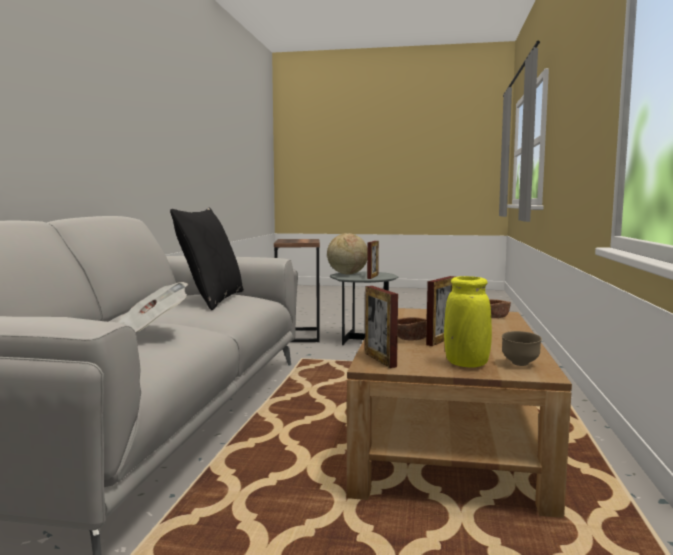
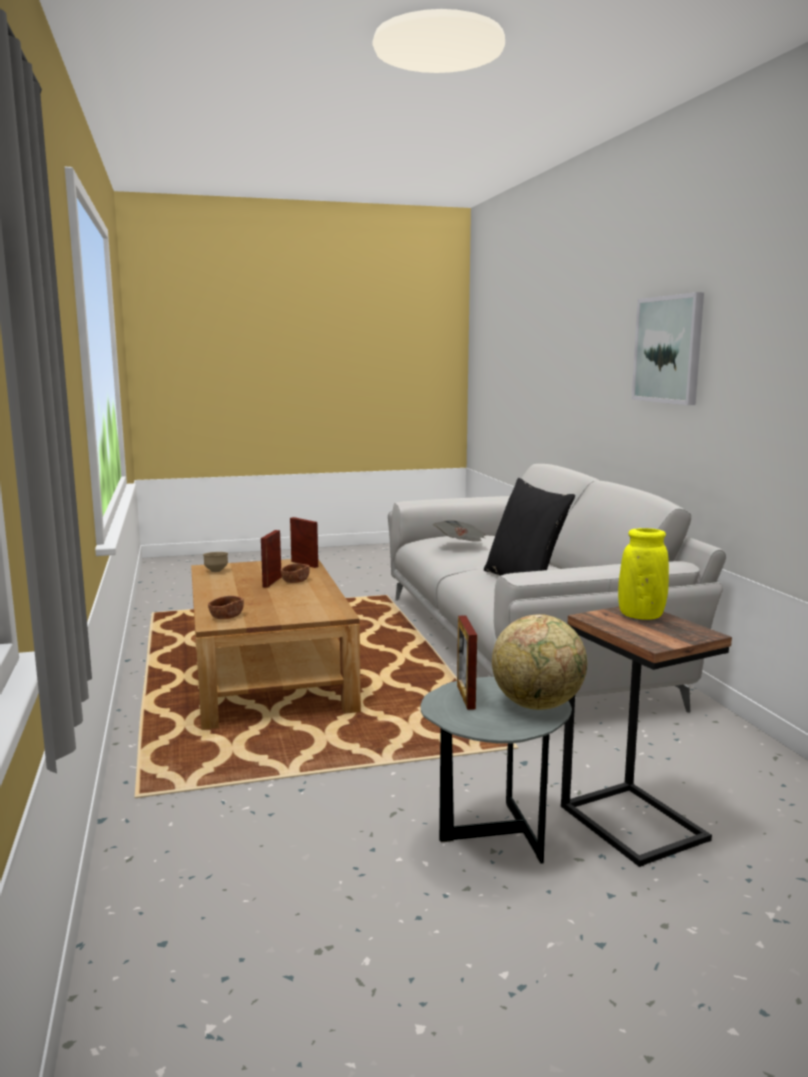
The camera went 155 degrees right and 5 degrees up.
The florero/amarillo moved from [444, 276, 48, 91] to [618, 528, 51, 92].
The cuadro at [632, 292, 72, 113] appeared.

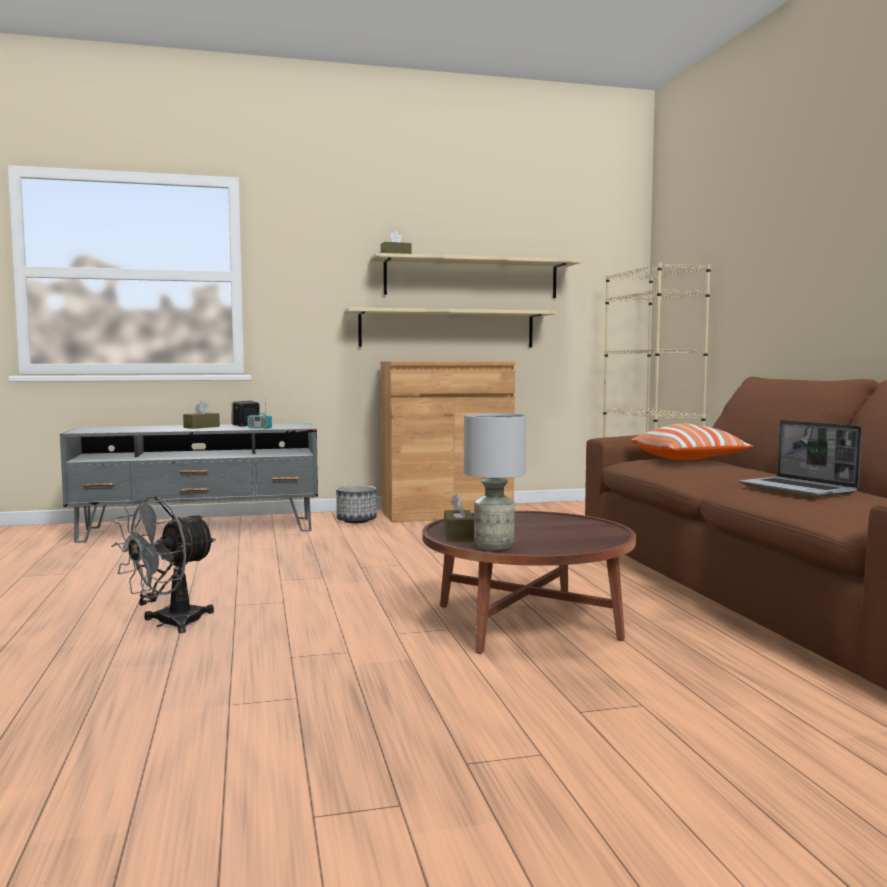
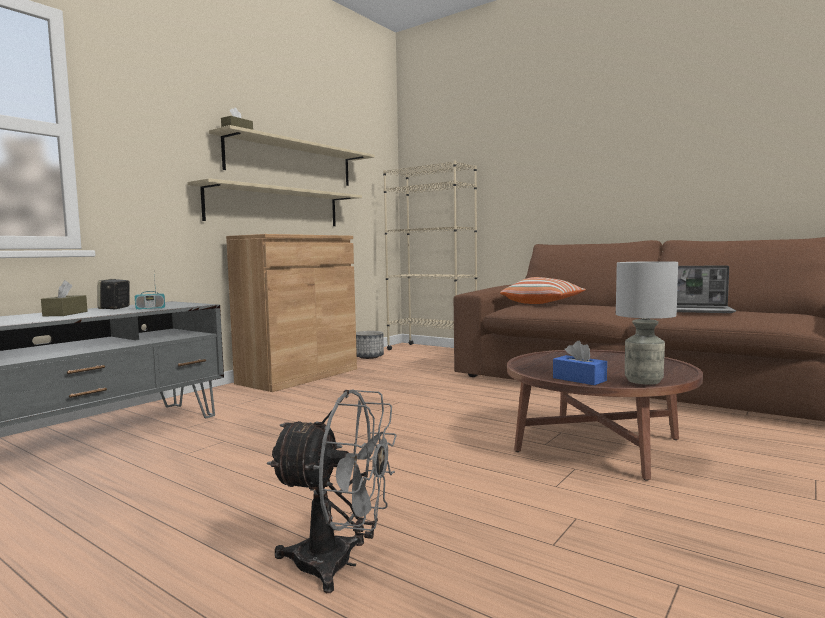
The camera went 40 degrees left and 0 degrees up.
The ventilador/gris at [111, 496, 105, 137] turned 75 degrees counterclockwise.
The maceta moved from [336, 485, 41, 38] to [356, 331, 28, 28].
The caja de pañuelos/marrón at [444, 494, 31, 48] became the caja de pañuelos/azul at [553, 341, 54, 44].

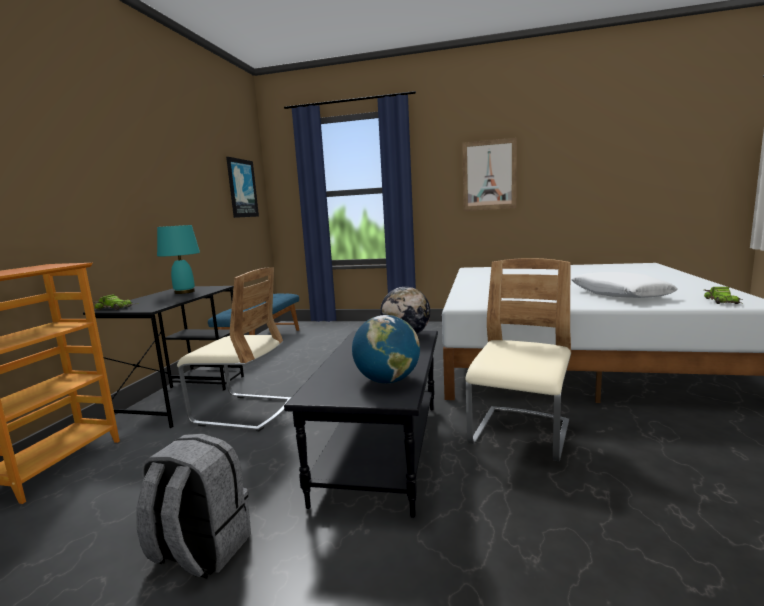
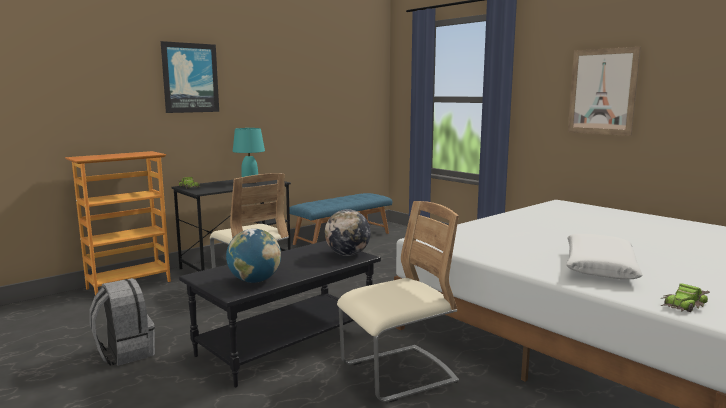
The camera went 35 degrees right and 0 degrees up.
The cuadro moved from [226, 157, 33, 61] to [161, 41, 58, 72].

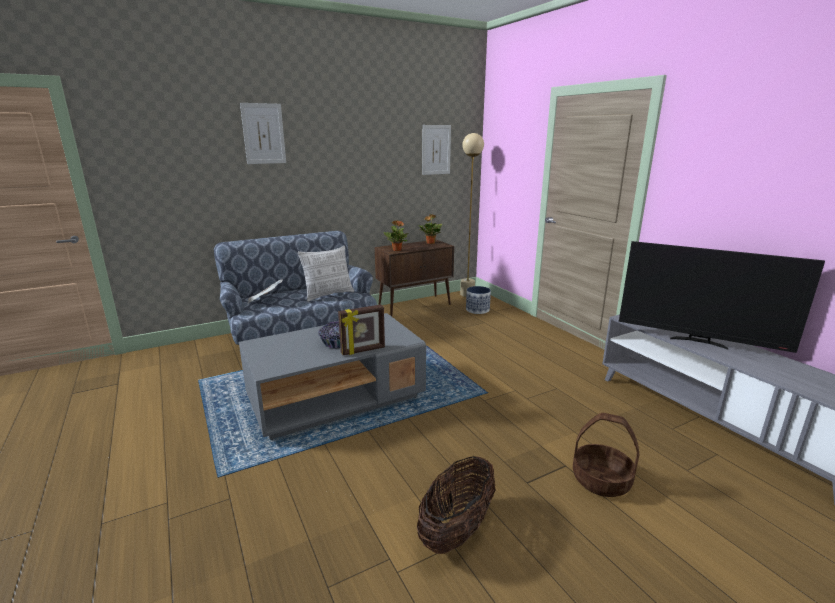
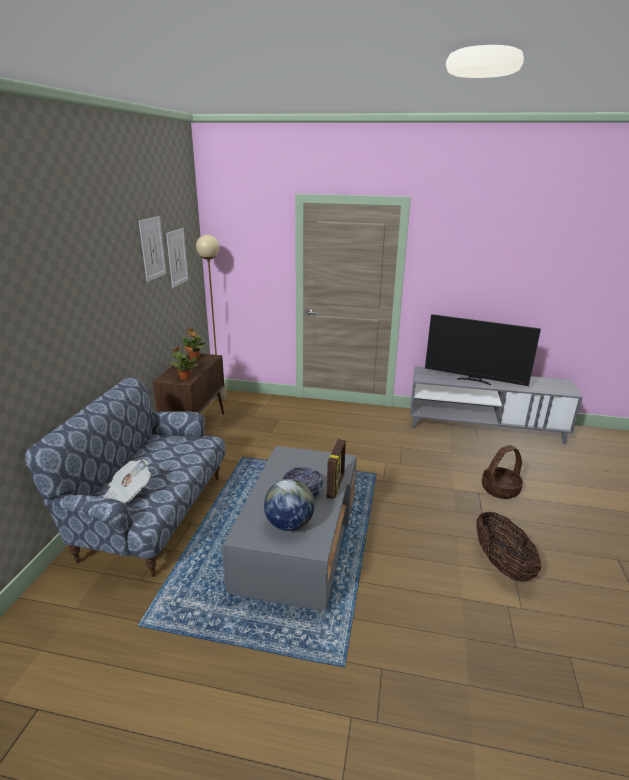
The camera went 50 degrees left and 5 degrees up.
The cuadro moved from [240, 103, 46, 61] to [139, 216, 27, 66].
The cojín at [298, 246, 56, 56] disappeared.
The maceta at [466, 286, 25, 28] disappeared.
The televisor at [619, 241, 206, 112] turned 45 degrees clockwise.
The globo terráqueo at [264, 479, 51, 52] appeared.

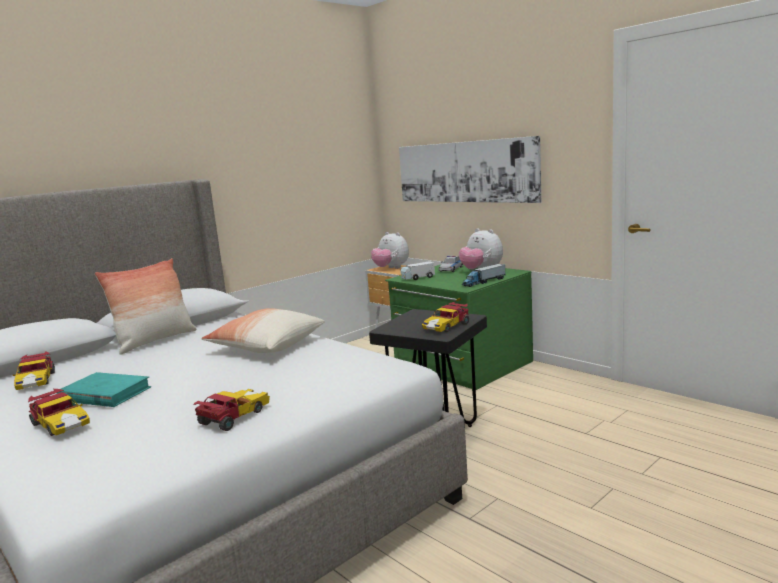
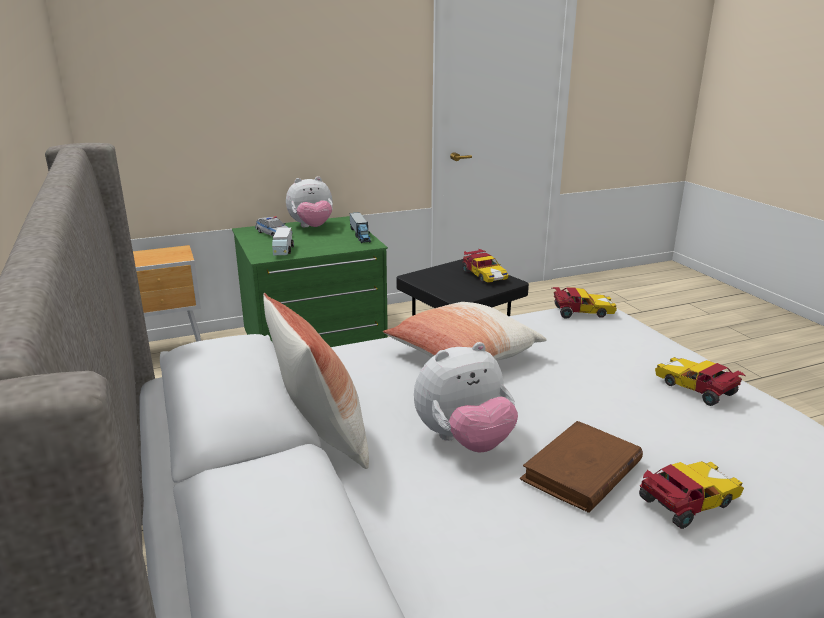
The camera went 70 degrees left and 10 degrees up.
The coche de juguete moved from [13, 351, 42, 39] to [552, 287, 65, 32].
The libro/turquesa at [57, 372, 94, 35] became the libro/marrón at [520, 421, 123, 92].
The peluche moved from [371, 232, 38, 37] to [414, 342, 104, 111].
The cuadro at [399, 136, 142, 67] disappeared.

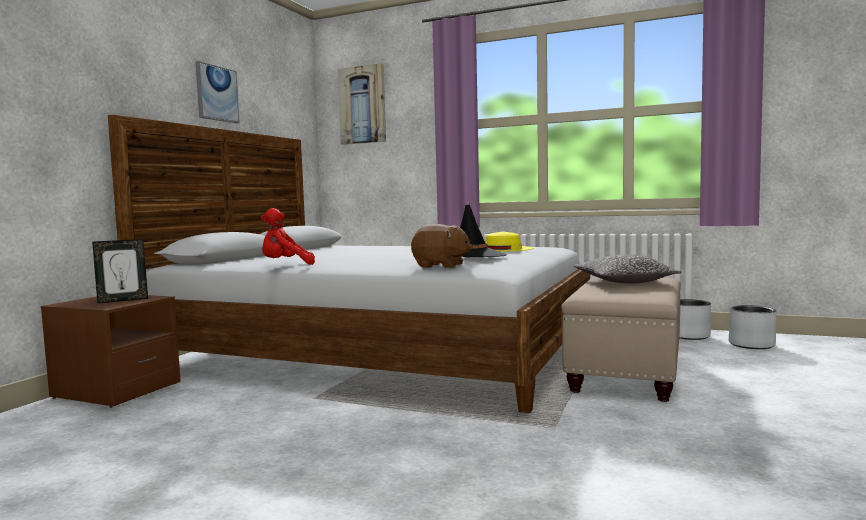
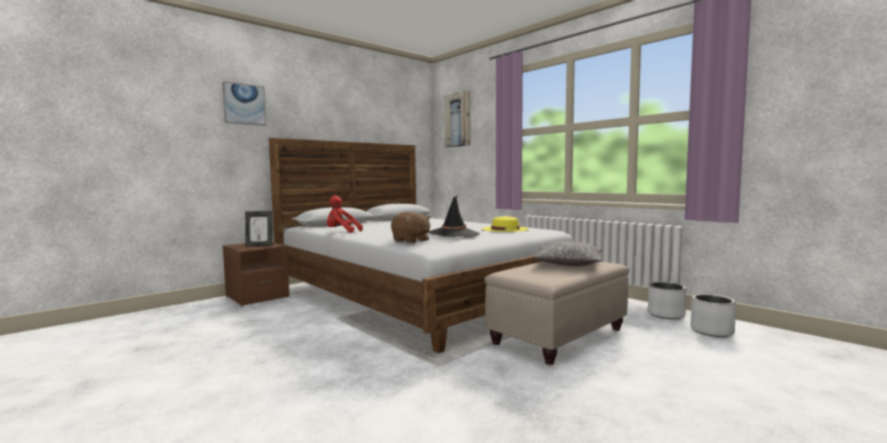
The camera went 25 degrees right and 0 degrees up.
The cuadro moved from [195, 61, 45, 62] to [222, 81, 44, 45].

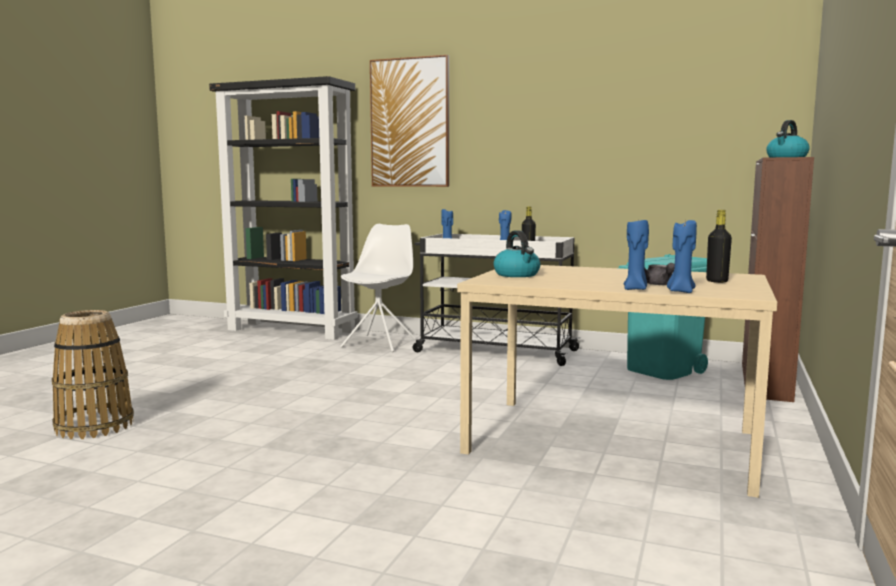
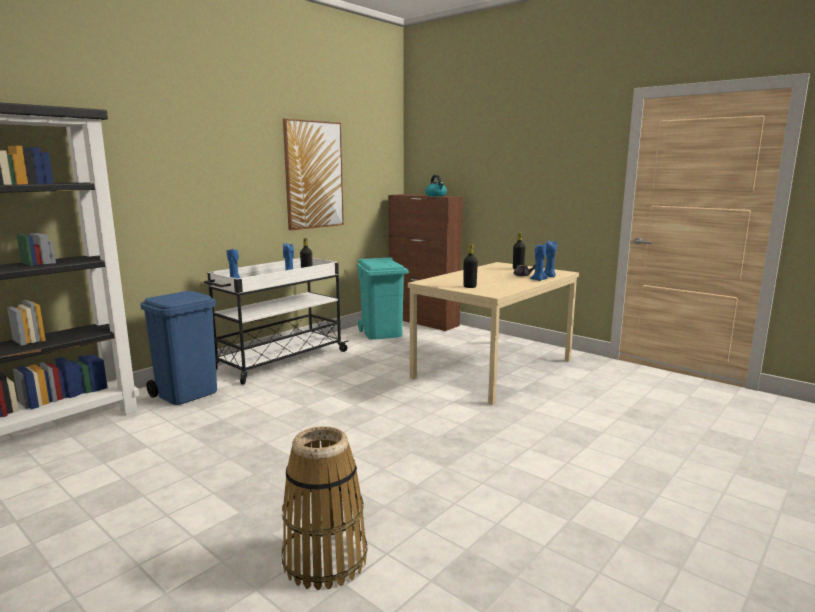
The camera went 70 degrees left and 5 degrees up.
The silla/blanco at [340, 224, 76, 128] was replaced by the papelera/azul at [140, 291, 77, 114].
The cuadro moved from [370, 55, 79, 132] to [283, 118, 61, 112].
The hervidor at [493, 230, 47, 47] was replaced by the botella/negro at [463, 244, 15, 44].

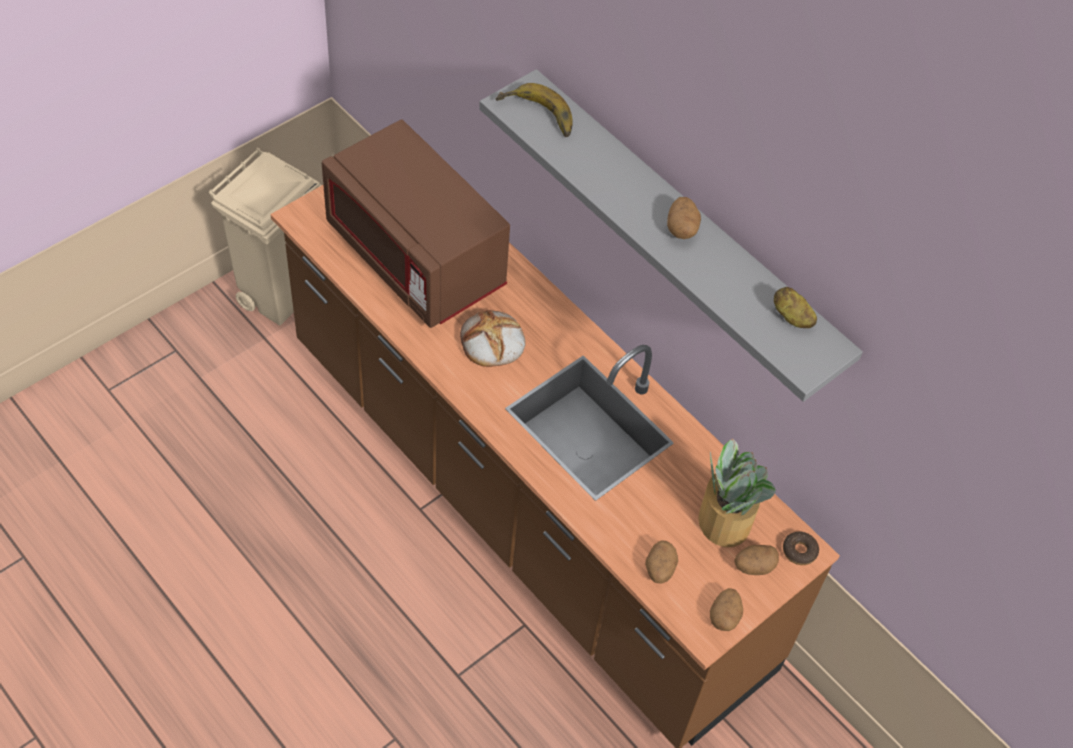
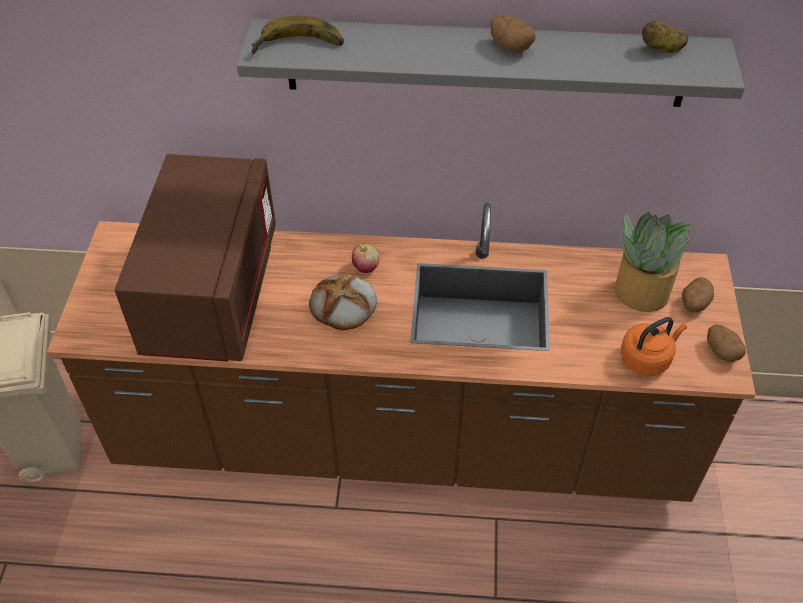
The camera went 40 degrees left and 5 degrees down.
The microondas/marrón at [322, 119, 188, 209] turned 90 degrees counterclockwise.
The patata at [645, 540, 33, 44] was replaced by the hervidor/naranja at [620, 317, 67, 59].
The rosquilla at [783, 531, 36, 34] disappeared.
The manzana at [352, 243, 28, 30] appeared.

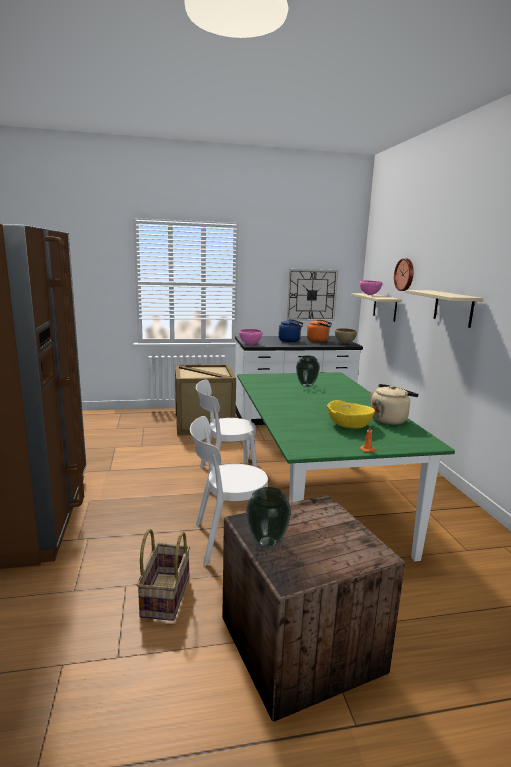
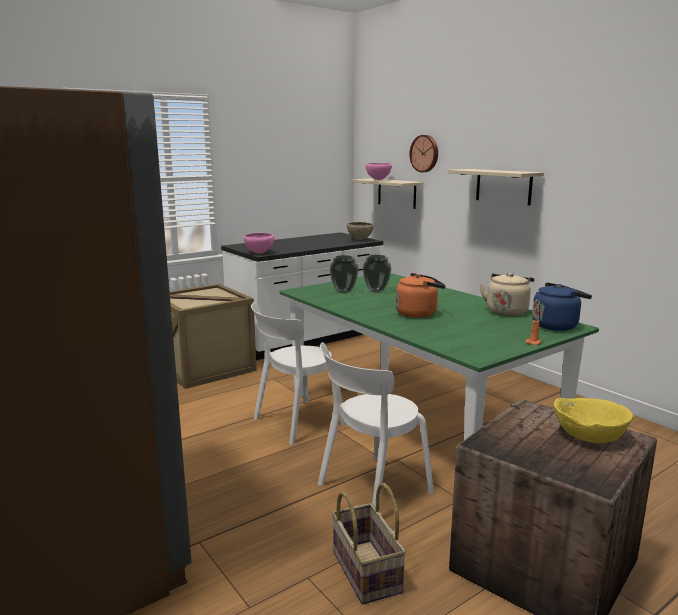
The camera went 25 degrees left and 0 degrees up.
The florero moved from [246, 487, 45, 61] to [330, 255, 29, 39].
The hervidor/azul moved from [278, 319, 25, 23] to [532, 282, 60, 49].
The reloj de pared at [286, 269, 52, 52] disappeared.
The hervidor/naranja moved from [307, 319, 25, 23] to [395, 273, 51, 45].
The cuenco/amarillo moved from [327, 400, 48, 29] to [554, 398, 79, 45].

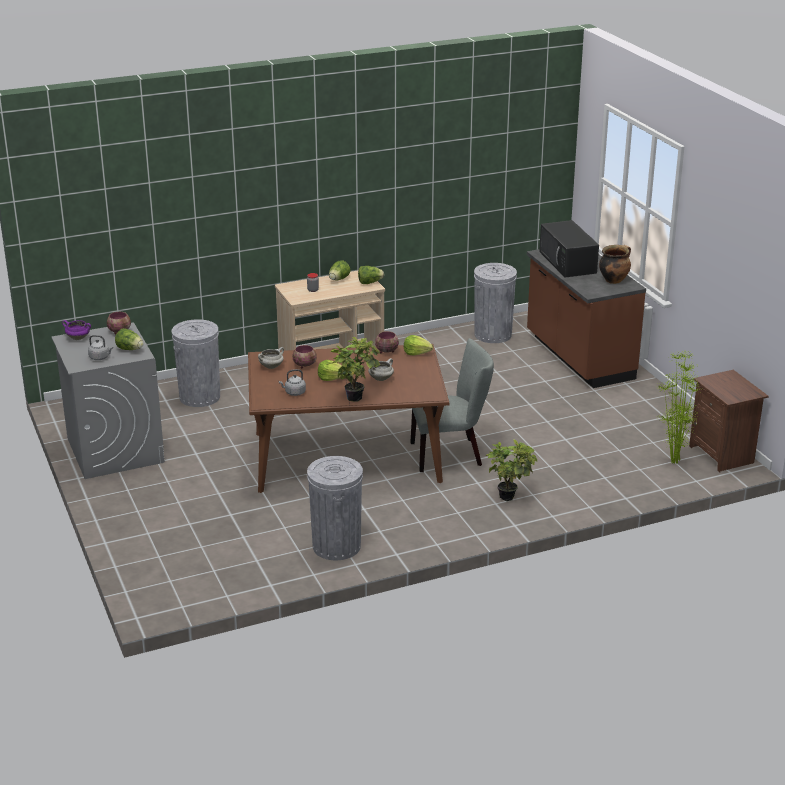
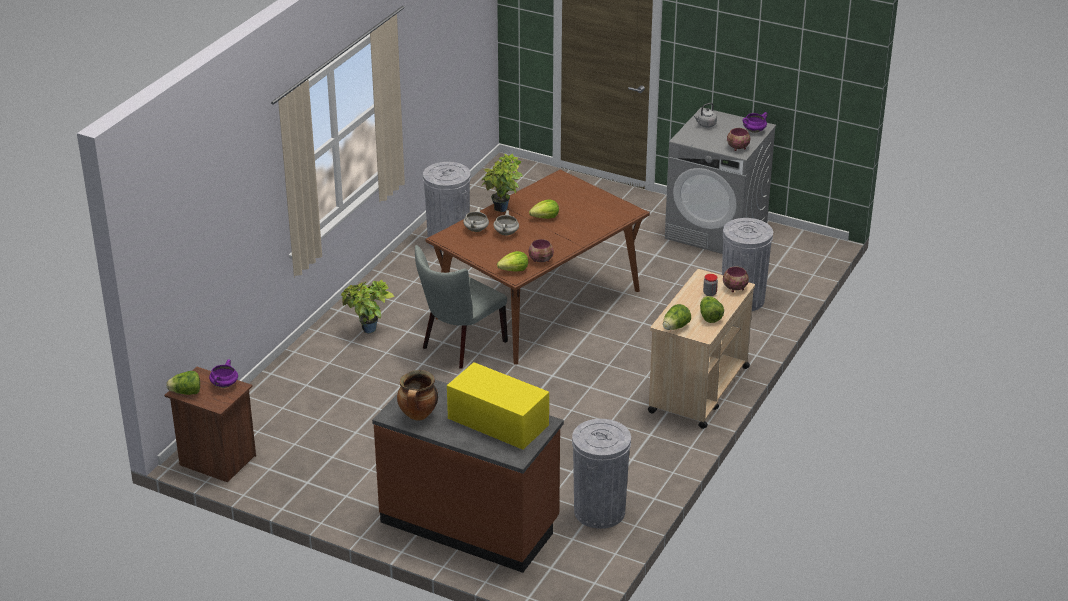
The camera went 140 degrees right and 5 degrees up.
The lechuga moved from [115, 328, 28, 22] to [166, 371, 34, 24].
The olla/blanco moved from [258, 347, 26, 22] to [463, 207, 26, 25].
The hervidor/gris at [279, 369, 27, 27] disappeared.
The cuenco moved from [293, 345, 24, 23] to [723, 267, 26, 25].
The microondas/negro at [539, 220, 60, 58] became the microondas/amarillo at [447, 362, 102, 88].
The planta en maceta at [657, 351, 43, 113] disappeared.
The olla/morado at [209, 359, 29, 29] appeared.

